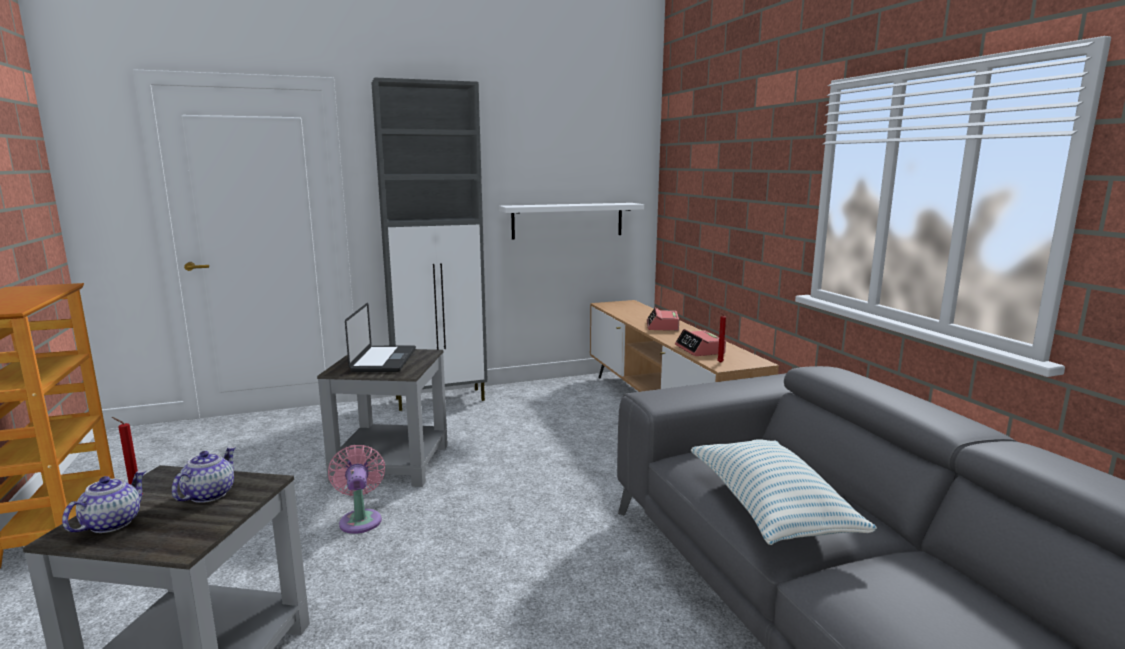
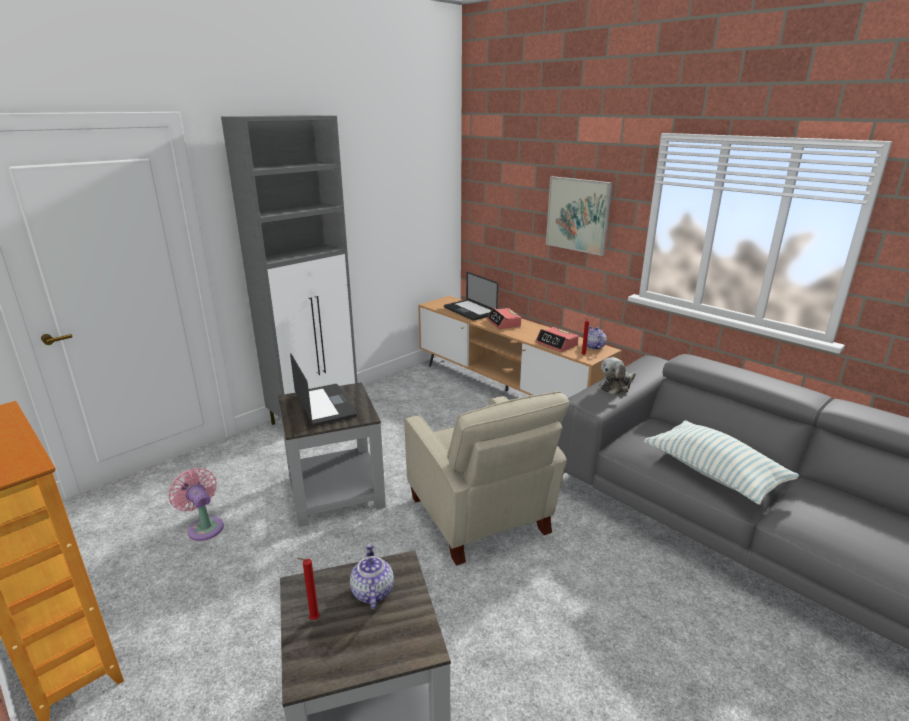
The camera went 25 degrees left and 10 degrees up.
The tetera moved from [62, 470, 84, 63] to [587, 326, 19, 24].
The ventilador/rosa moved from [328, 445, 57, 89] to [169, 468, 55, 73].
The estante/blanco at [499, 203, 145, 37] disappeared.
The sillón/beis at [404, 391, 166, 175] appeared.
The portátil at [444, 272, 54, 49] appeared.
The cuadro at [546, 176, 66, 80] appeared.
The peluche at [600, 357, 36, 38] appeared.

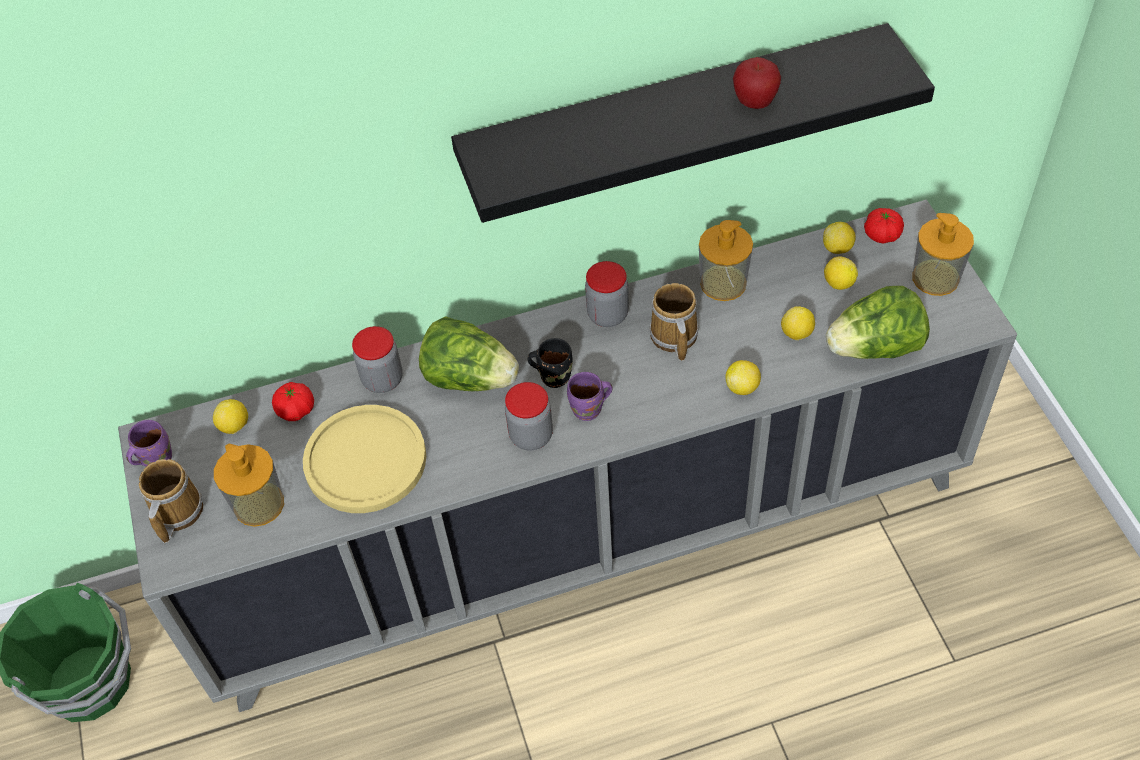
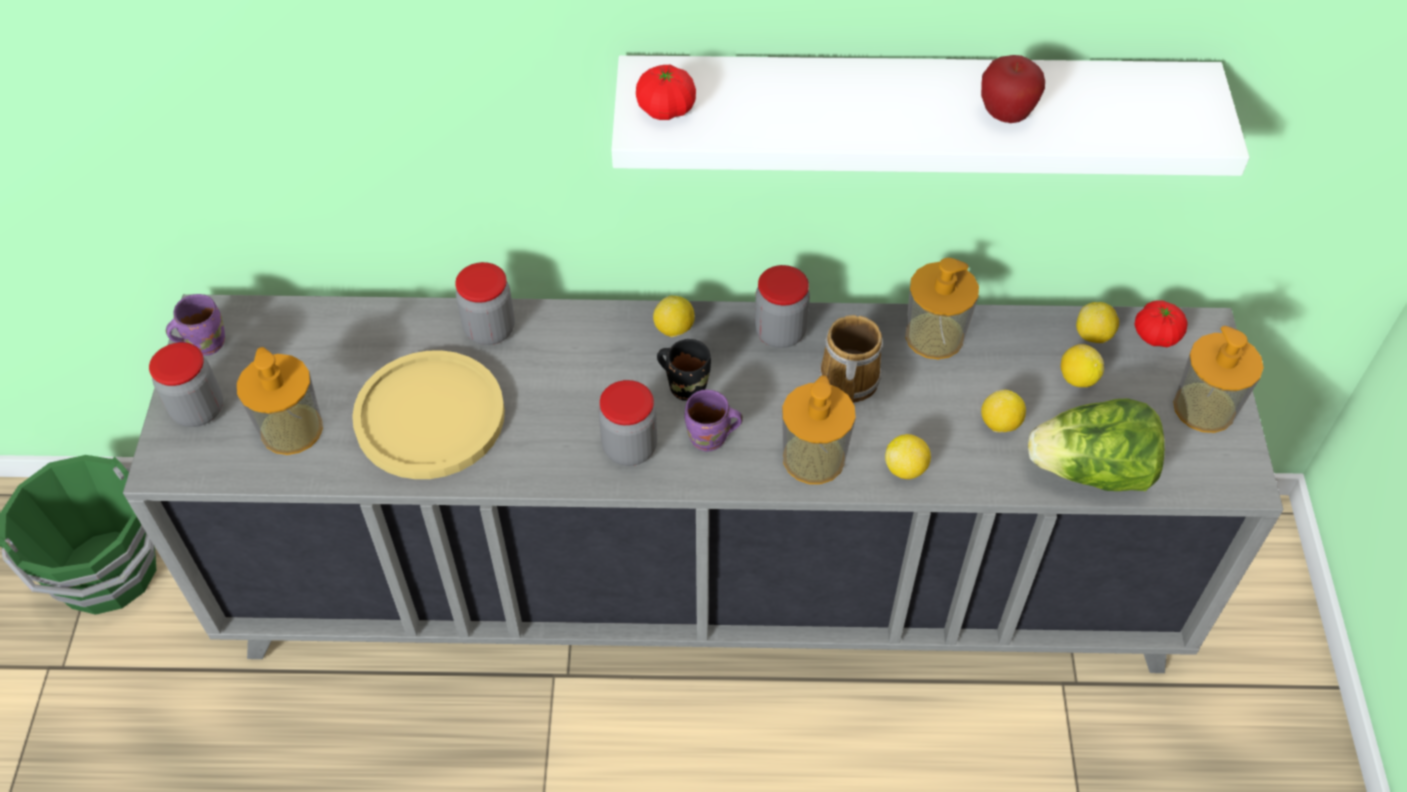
The camera went 15 degrees right and 0 degrees up.
The taza grande at [139, 459, 64, 84] was replaced by the tarro at [149, 342, 74, 85].
The limón moved from [213, 399, 35, 35] to [653, 296, 42, 41].
The tomate moved from [272, 382, 42, 39] to [636, 65, 60, 55].
The lechuga at [419, 316, 100, 75] disappeared.
The estante/negro at [451, 23, 484, 200] became the estante/blanco at [611, 55, 638, 121].
The dispensador de jabón at [782, 376, 74, 108] appeared.

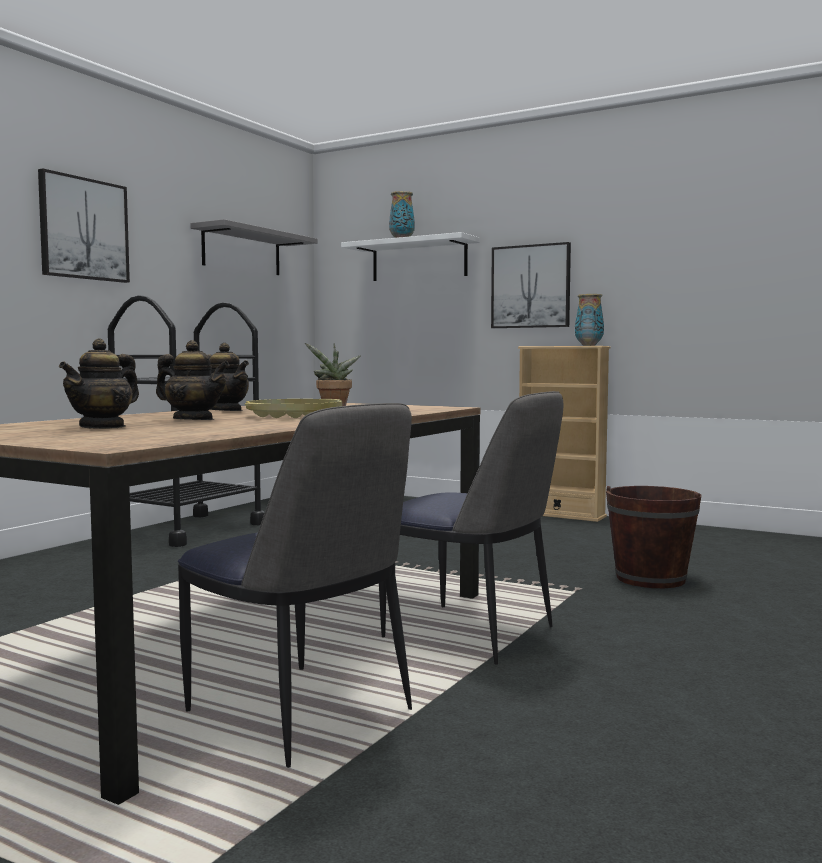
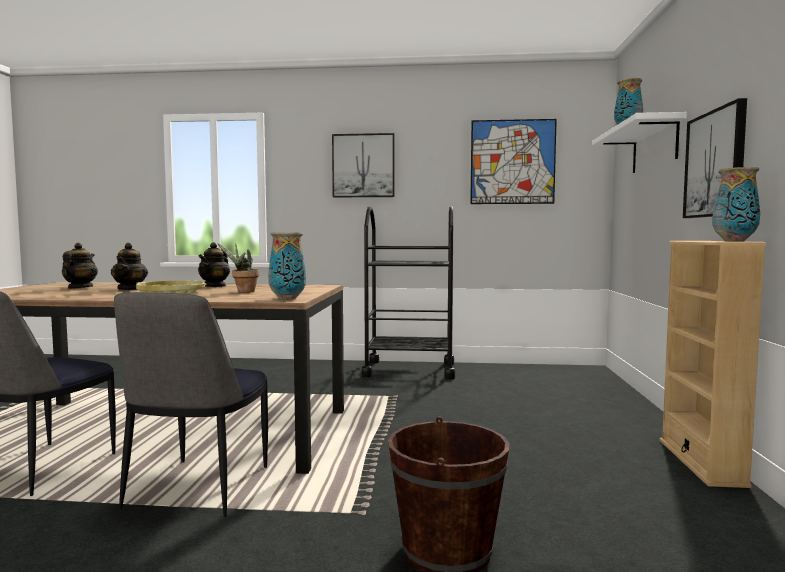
The camera went 65 degrees right and 0 degrees up.
The tetera at [59, 339, 80, 90] turned 90 degrees clockwise.
The estante/gris at [190, 219, 128, 56] was replaced by the cuadro at [470, 119, 87, 85].
The florero at [268, 233, 38, 67] appeared.

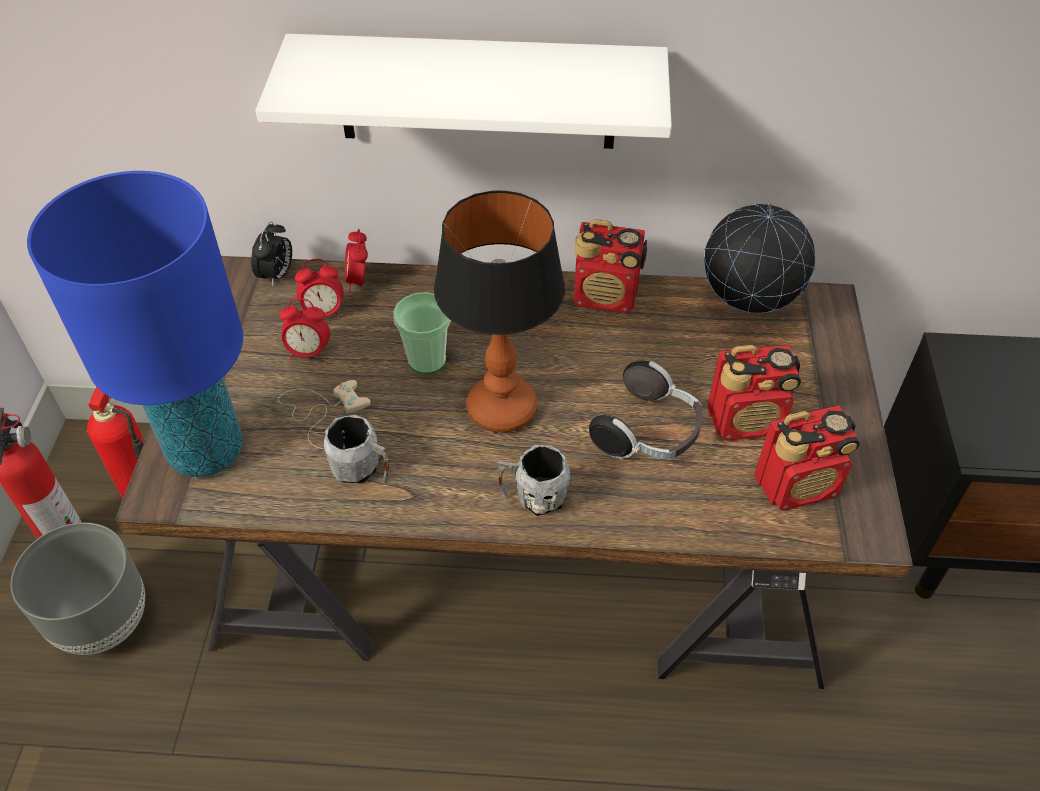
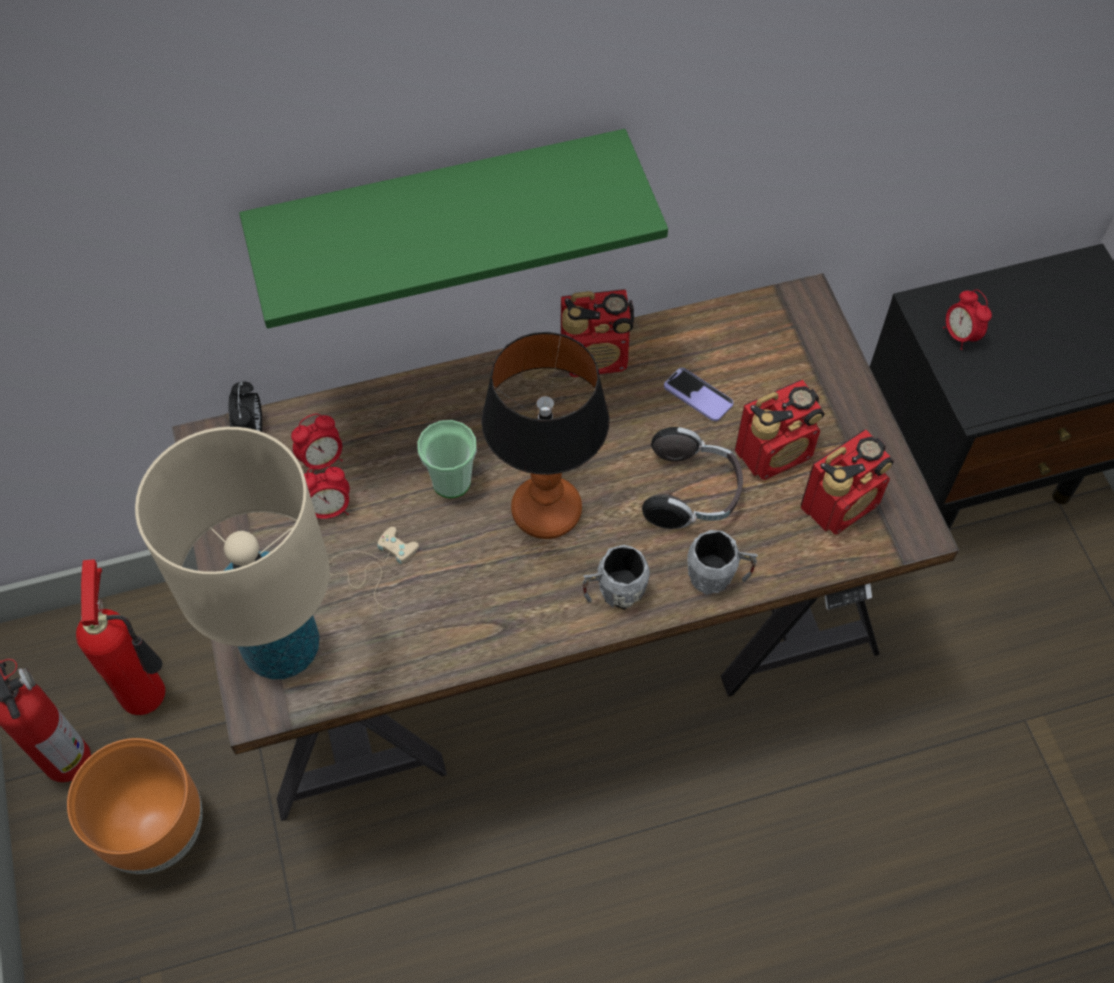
The camera went 20 degrees left and 10 degrees up.
The maceta/gris at [11, 522, 134, 133] became the maceta/naranja at [67, 738, 136, 136].
The lámpara de mesa/azul at [27, 171, 216, 306] became the lámpara de mesa/beis at [135, 427, 195, 252].
The estante/blanco at [255, 34, 417, 115] became the estante/verde at [239, 129, 429, 199].
The taza grande/gris moved from [324, 415, 65, 68] to [687, 530, 71, 65].
The despertador moved from [345, 229, 23, 64] to [943, 289, 49, 61].
The globo terráqueo at [704, 202, 111, 111] disappeared.
The móvil at [664, 368, 70, 53] appeared.

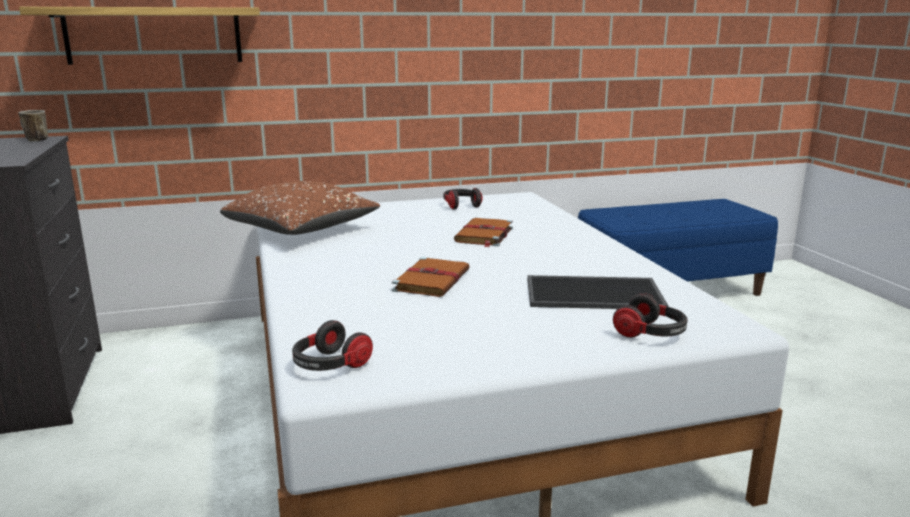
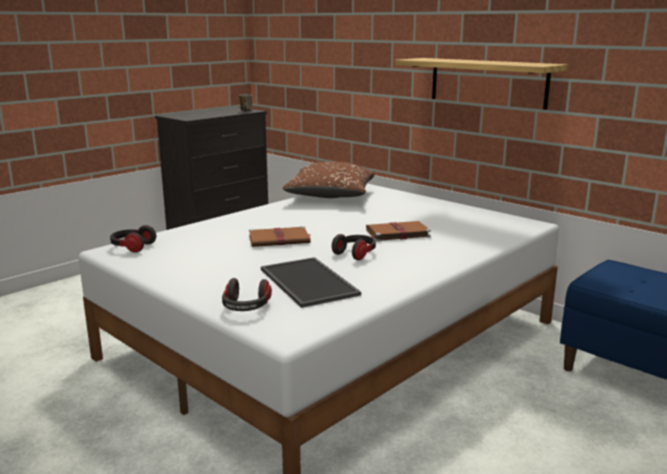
The camera went 60 degrees right and 0 degrees up.
The estante moved from [19, 7, 241, 58] to [395, 58, 173, 52].
The auriculares moved from [444, 188, 39, 22] to [332, 234, 44, 26].

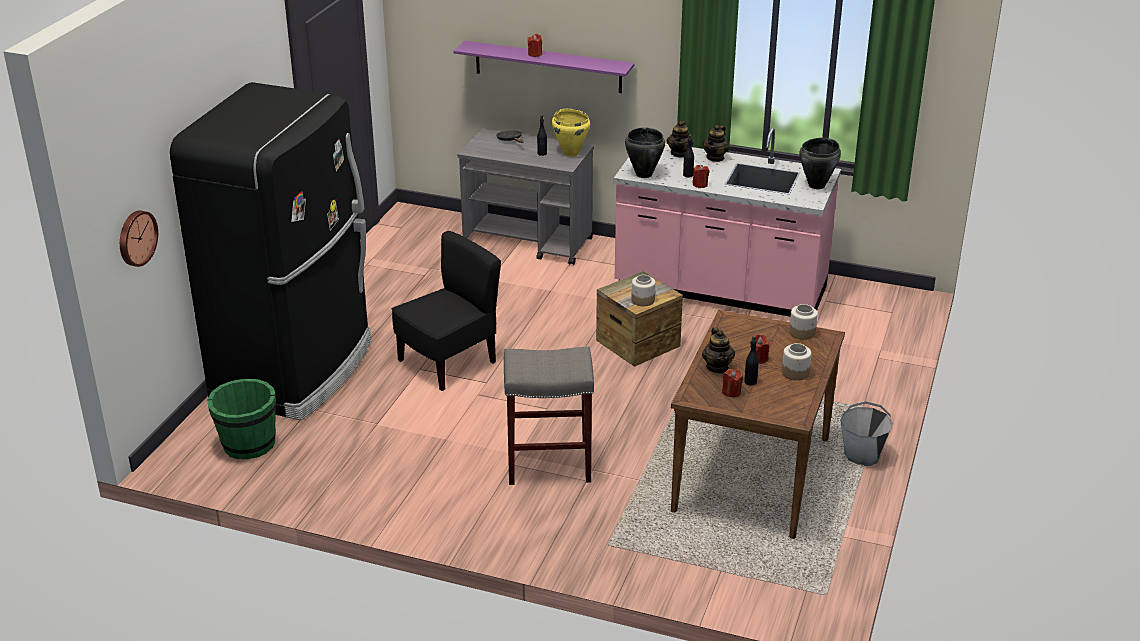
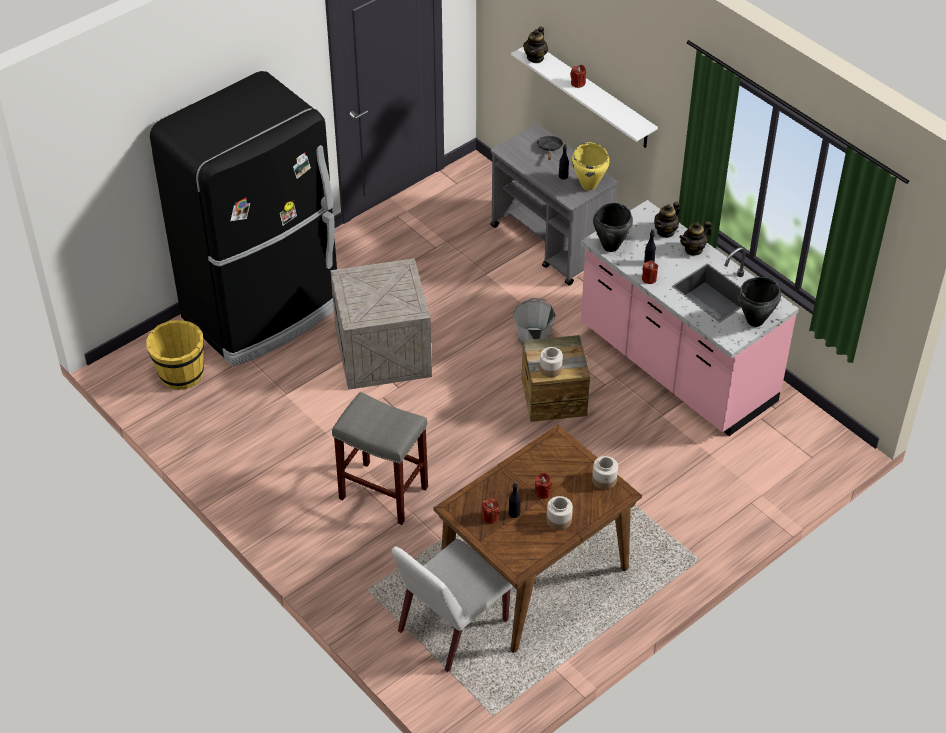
The camera went 30 degrees right and 15 degrees up.
The reloj de pared at [120, 211, 38, 56] disappeared.
The cubo/verde at [207, 379, 69, 80] became the cubo/amarillo at [146, 320, 58, 70].
The silla/negro at [392, 231, 109, 160] was replaced by the caja de embalaje at [330, 258, 102, 132].
The estante/morado at [453, 41, 182, 52] became the estante/blanco at [511, 47, 147, 101].
The tetera moved from [702, 327, 33, 47] to [523, 26, 25, 37].
The cubo/gris moved from [840, 401, 53, 65] to [513, 298, 43, 48].
The silla/blanco at [391, 539, 122, 134] appeared.

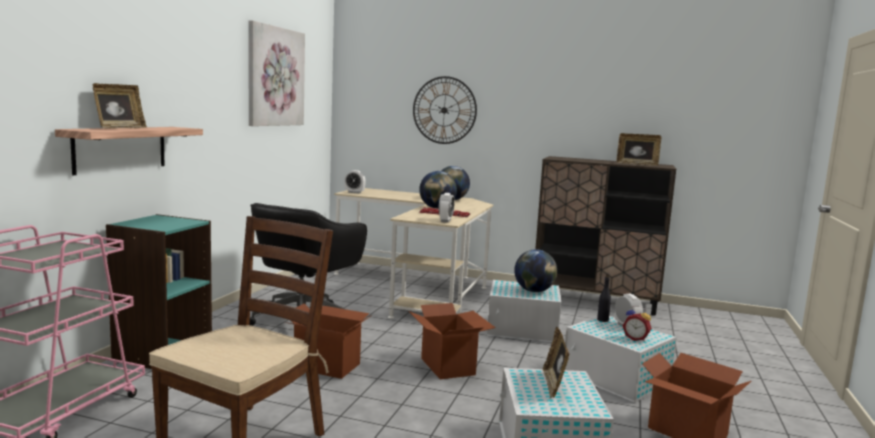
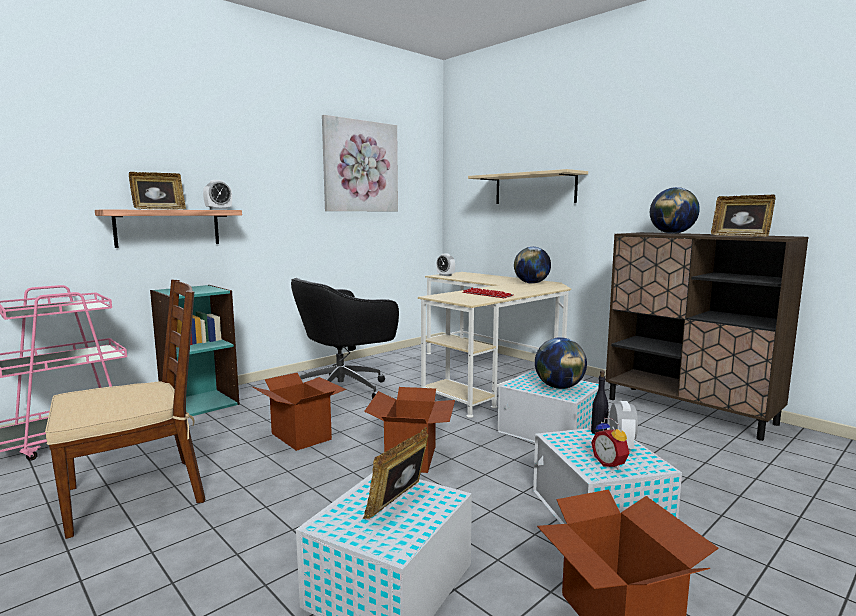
The camera went 30 degrees right and 0 degrees up.
The reloj de pared at [413, 76, 64, 68] was replaced by the estante/beis at [468, 169, 120, 35].
The globo terráqueo moved from [419, 171, 38, 38] to [650, 187, 50, 47].
The despertador moved from [439, 193, 16, 30] to [203, 180, 29, 30].

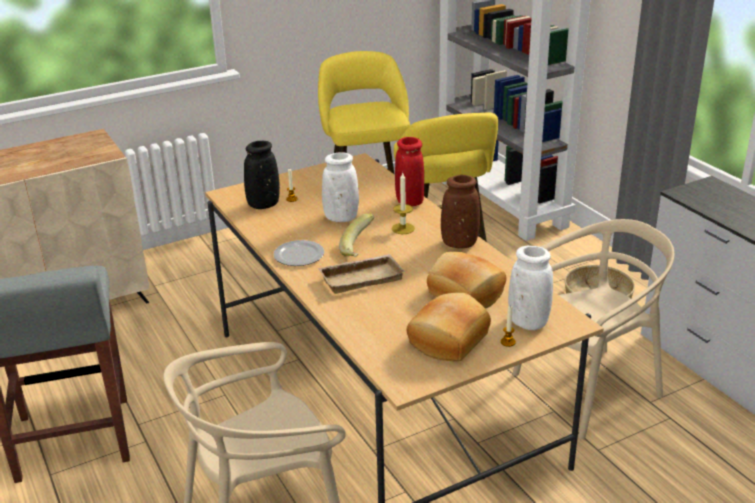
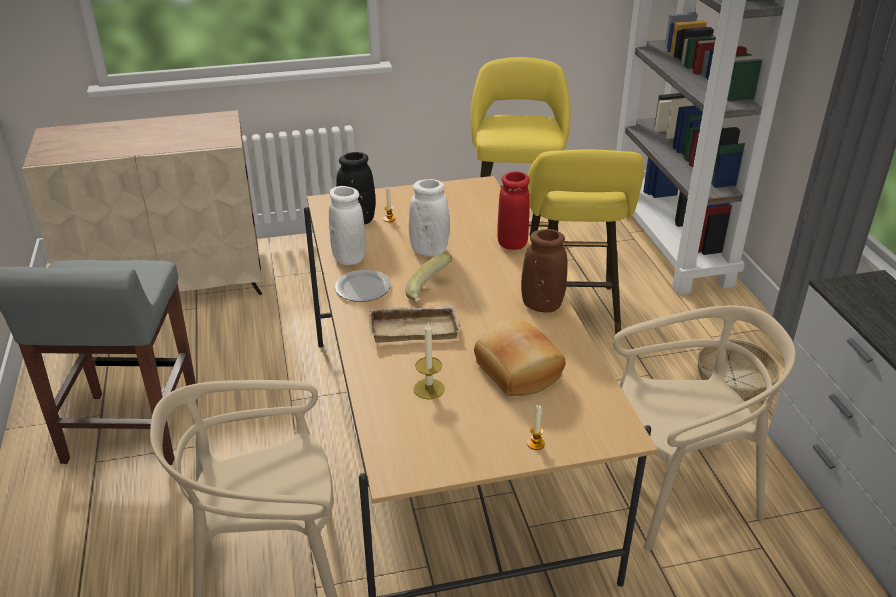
The camera went 15 degrees right and 5 degrees up.
The vela moved from [392, 173, 23, 61] to [414, 323, 31, 77].
The pan at [407, 292, 84, 69] disappeared.
The florero/blanco moved from [508, 246, 45, 84] to [329, 186, 37, 79].

